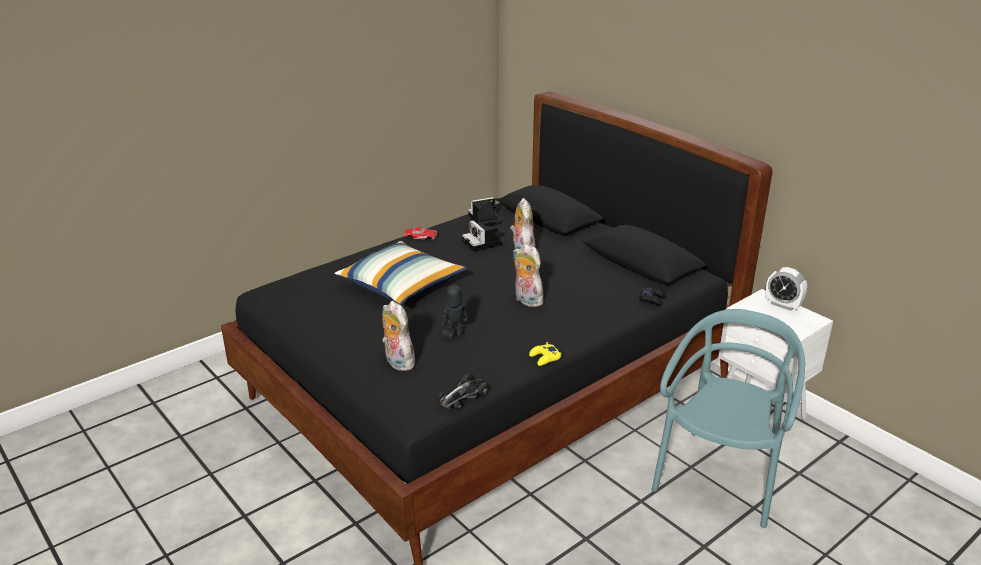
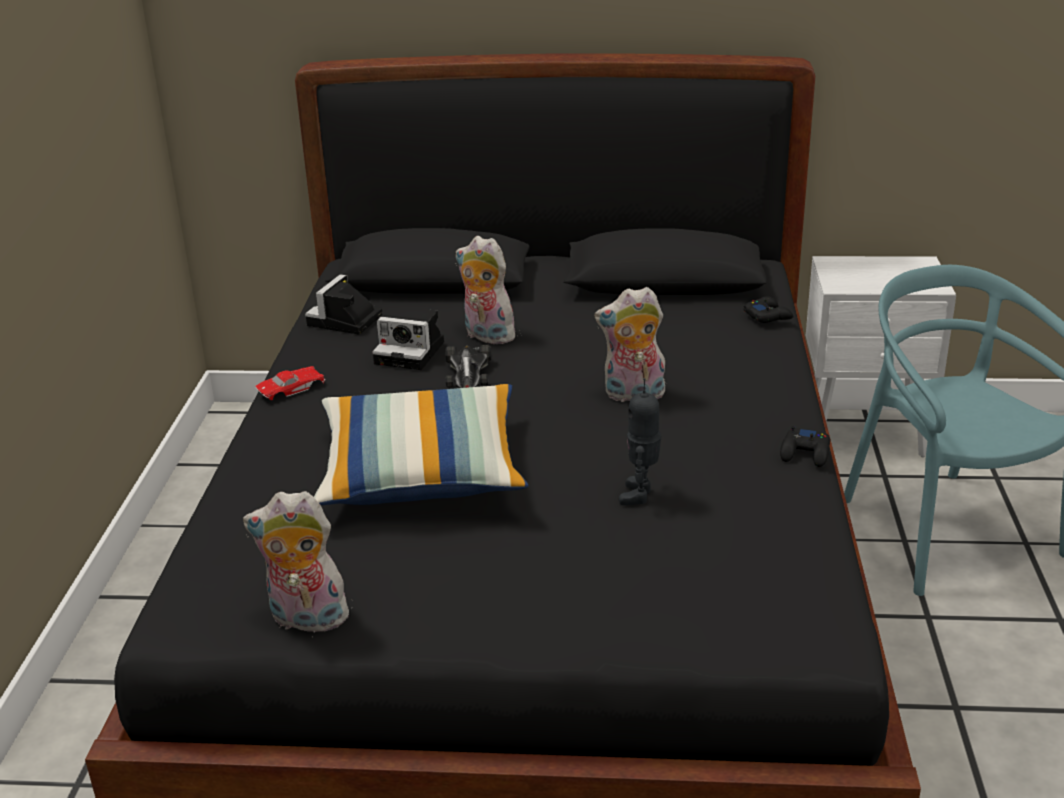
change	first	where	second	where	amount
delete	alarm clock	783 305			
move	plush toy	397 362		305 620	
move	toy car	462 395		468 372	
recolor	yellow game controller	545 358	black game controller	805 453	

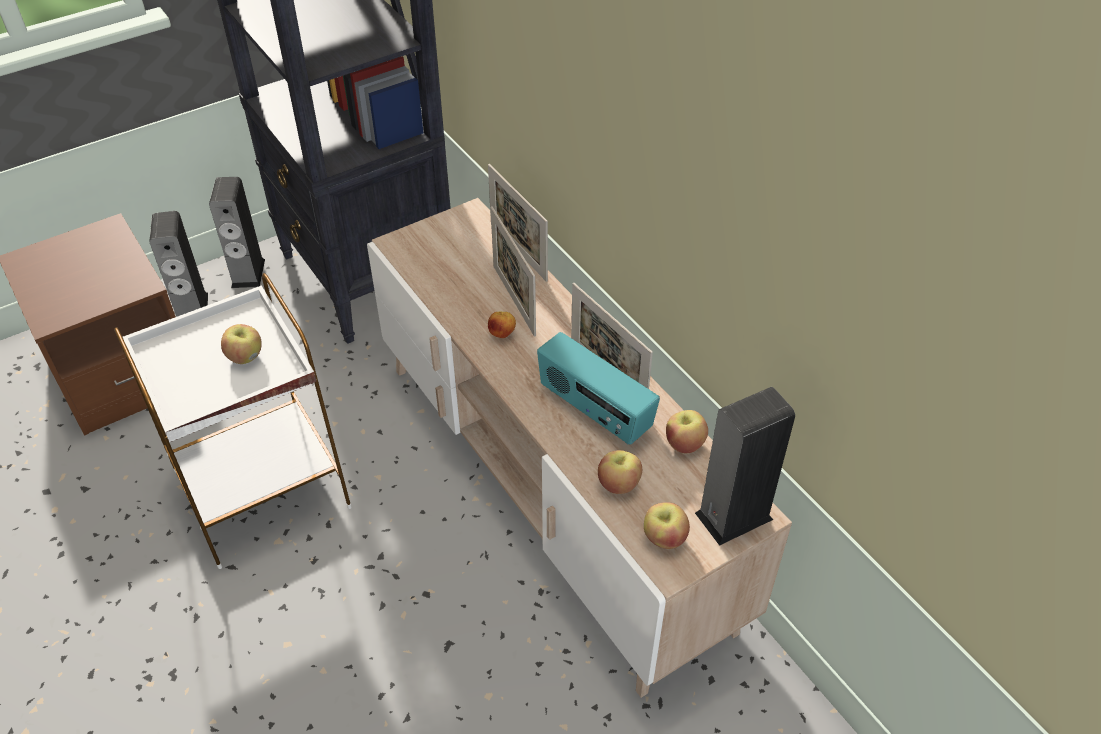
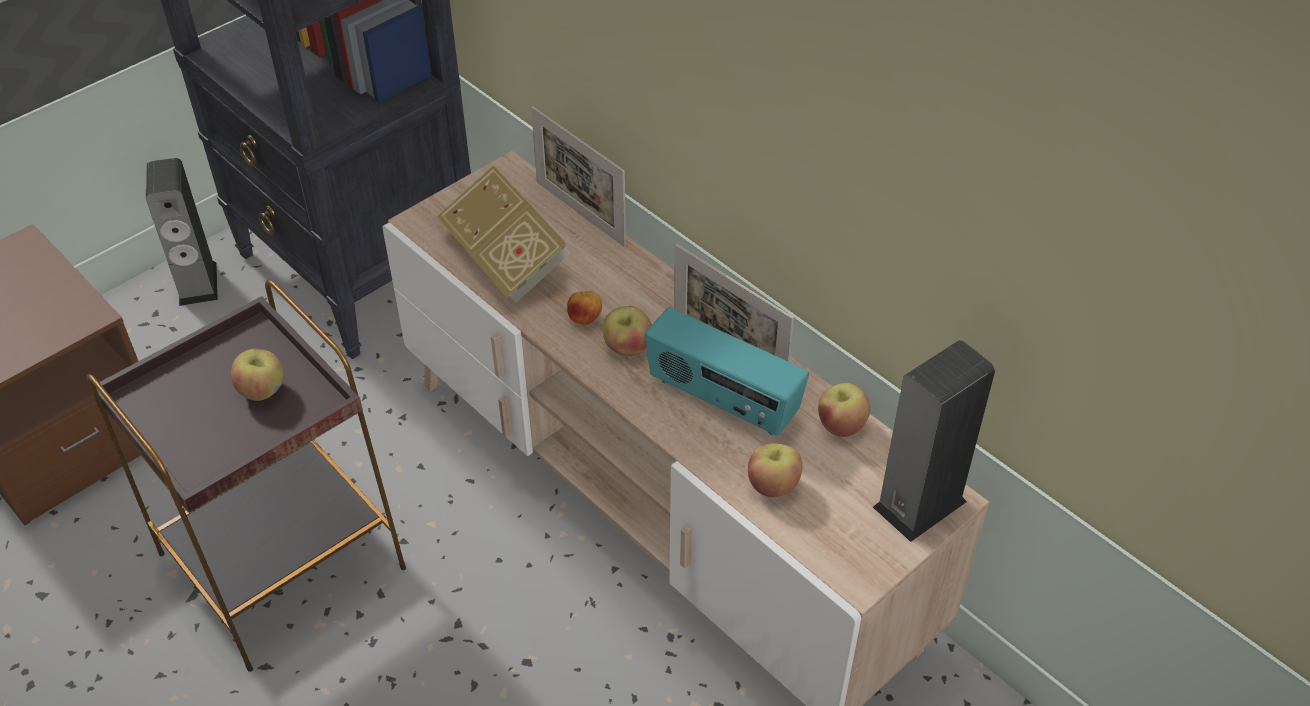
change	first	where	second	where	amount
delete	speaker	192 309			
delete	picture frame	514 300			
insert			book	507 259	
move	apple	664 538		627 347	
recolor	white side table	263 488	brown side table	284 560	

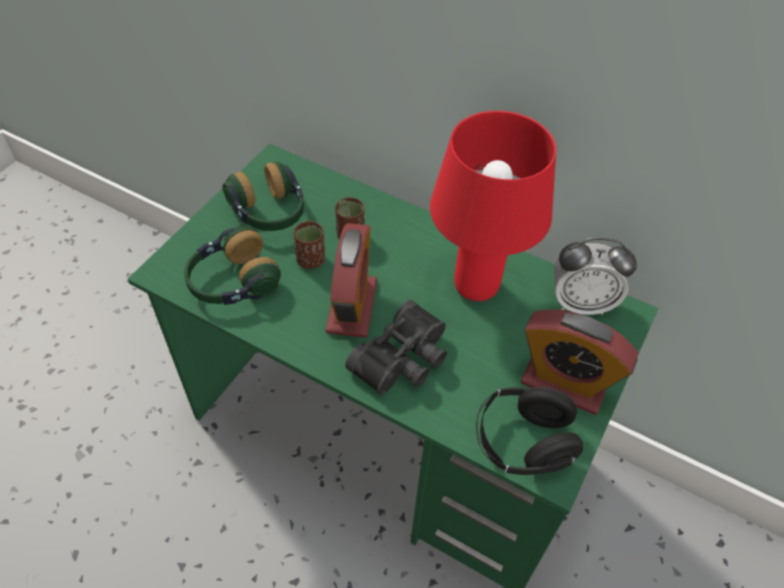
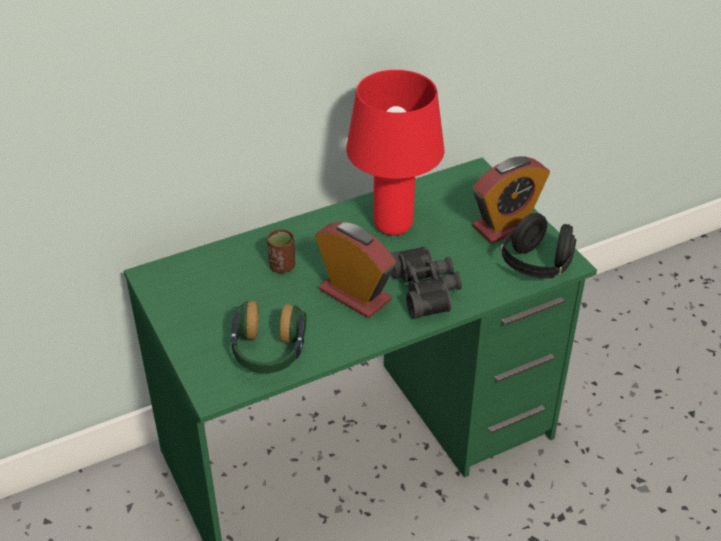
change	first	where	second	where	amount
delete	headphones	269 212			
delete	brown cup	311 260			
delete	alarm clock	580 303			

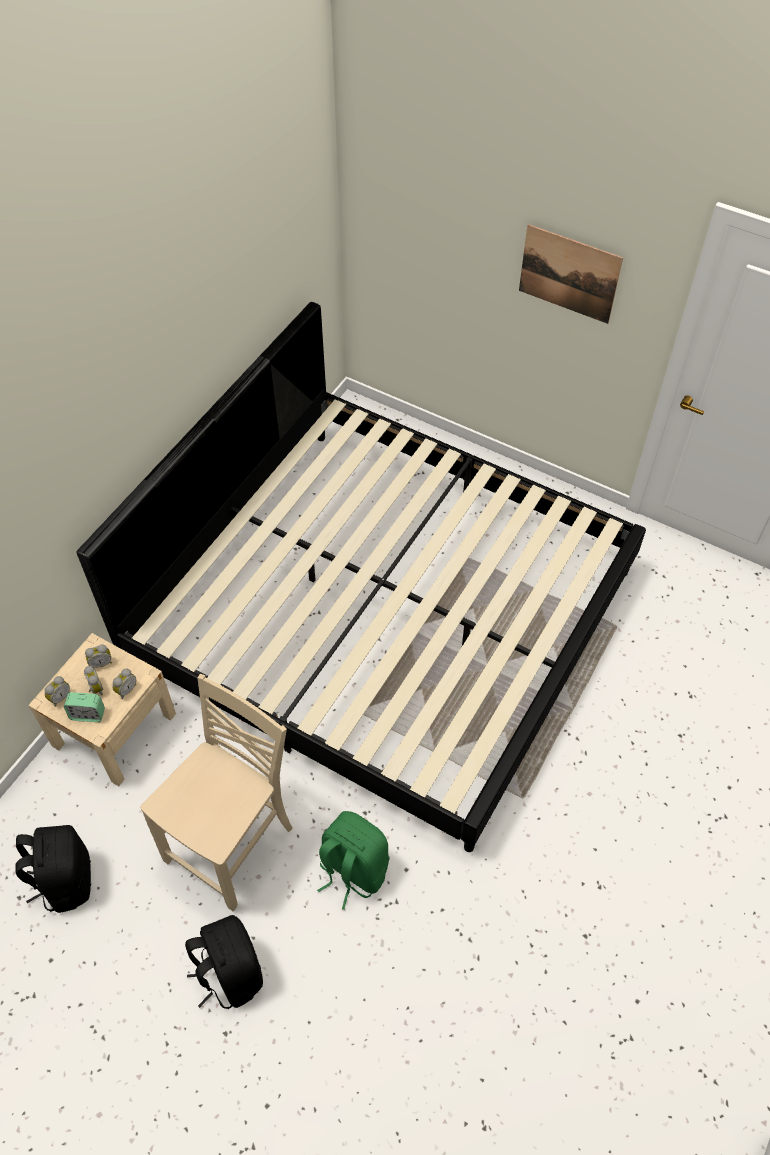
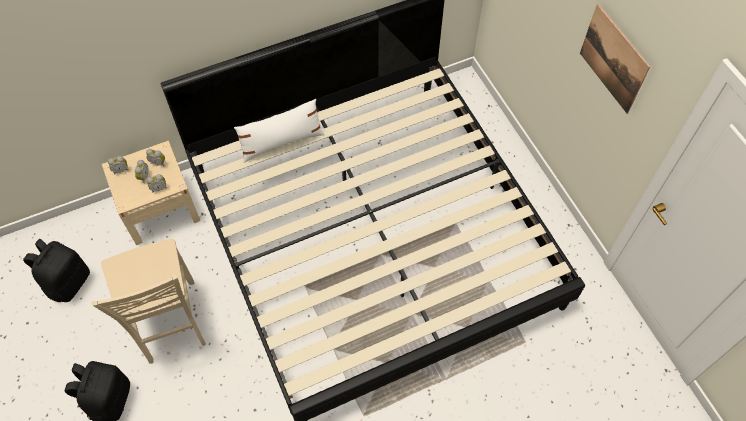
change	first	where	second	where	amount
delete	alarm clock	88 714			
delete	green backpack	352 870			
insert			white pillow	281 142	
rotate	beige chair	233 844		170 323	90 degrees clockwise

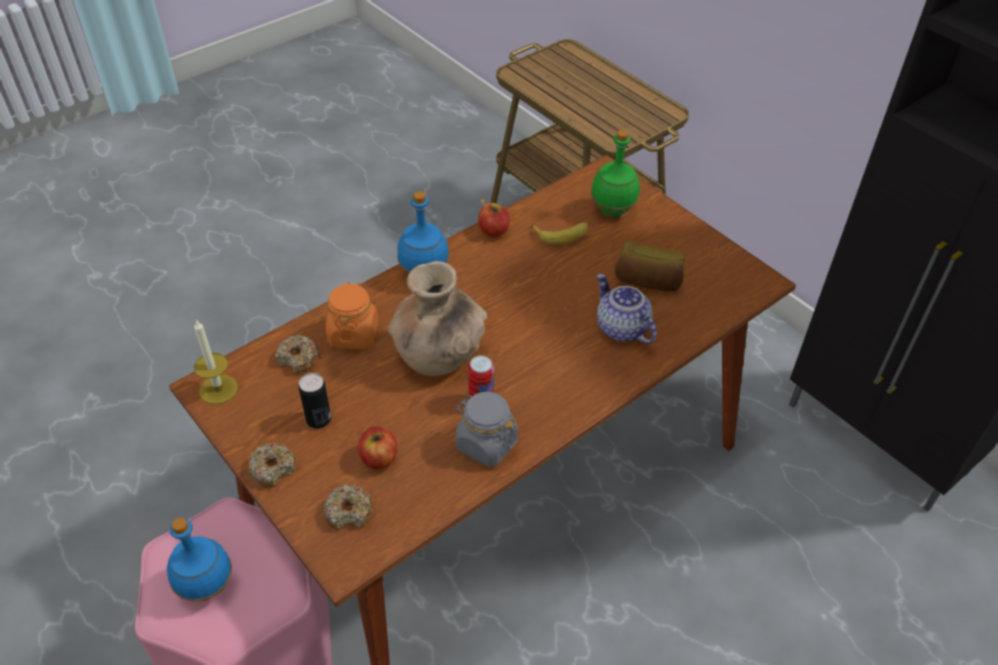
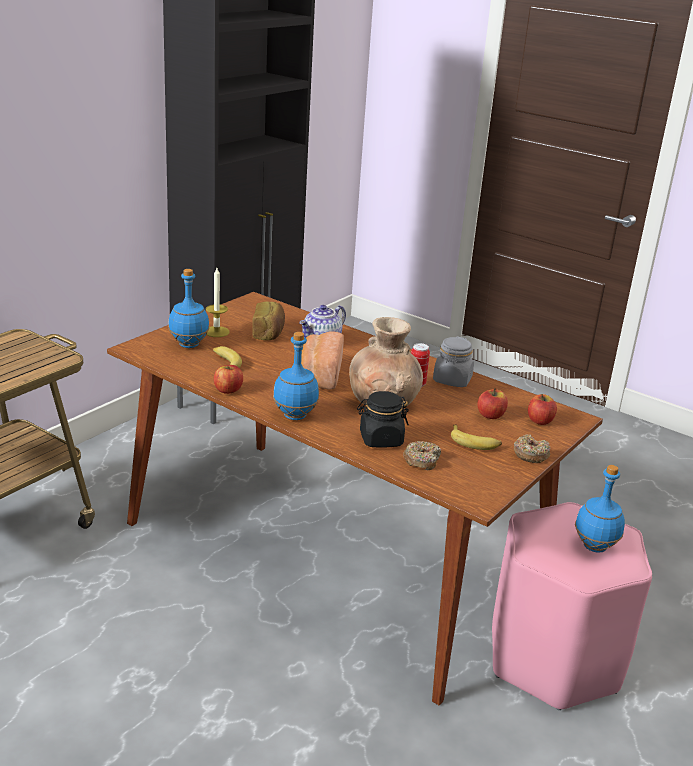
change	first	where	second	where	amount
insert			bread	318 375	
move	candle	218 389		216 332	
replace	can	318 419	banana	474 442	
replace	donut	349 512	apple	540 421	
recolor	orange jar	353 334	black jar	380 439	
recolor	green bottle	612 211	blue bottle	188 345	

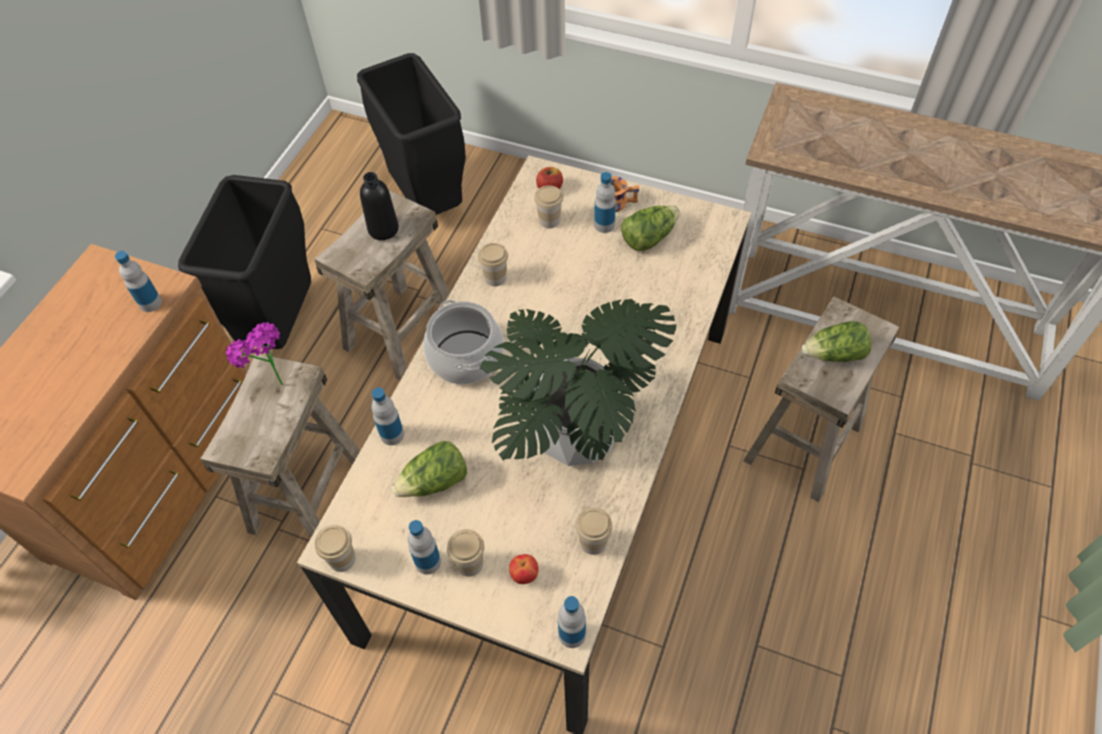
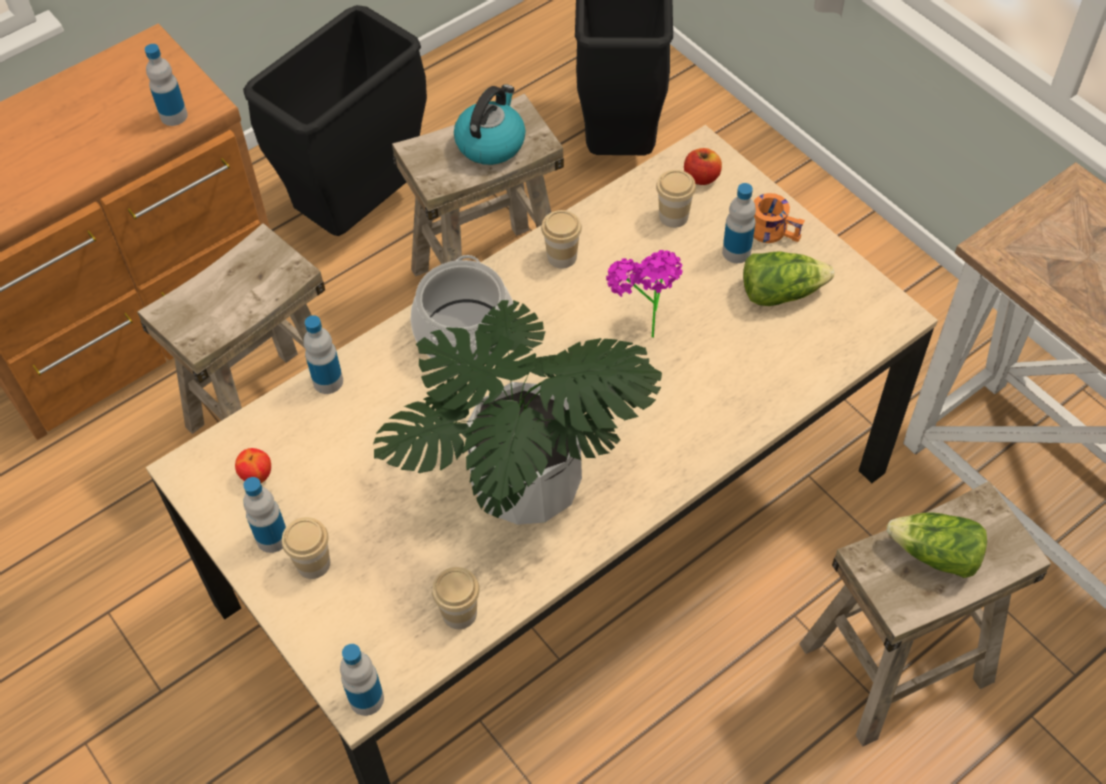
change	first	where	second	where	amount
delete	cup	342 559			
delete	lettuce	435 482			
move	potted plant	272 380		643 327	
move	apple	524 575		257 476	
replace	black bottle	383 229	kettle	491 143	

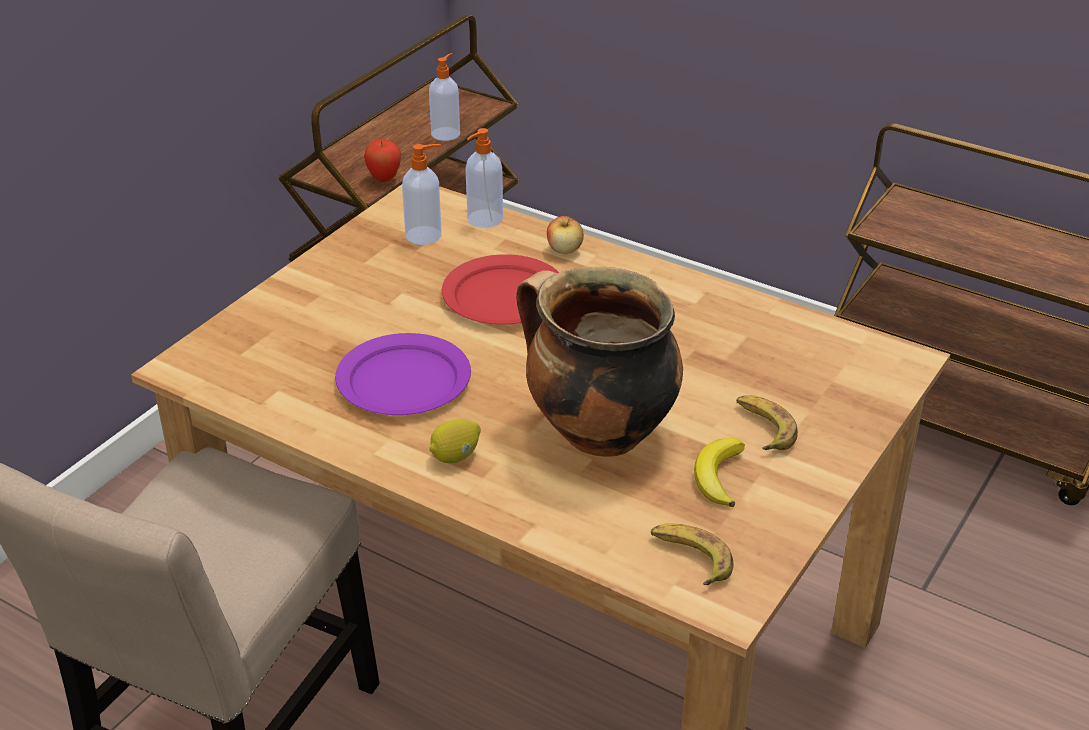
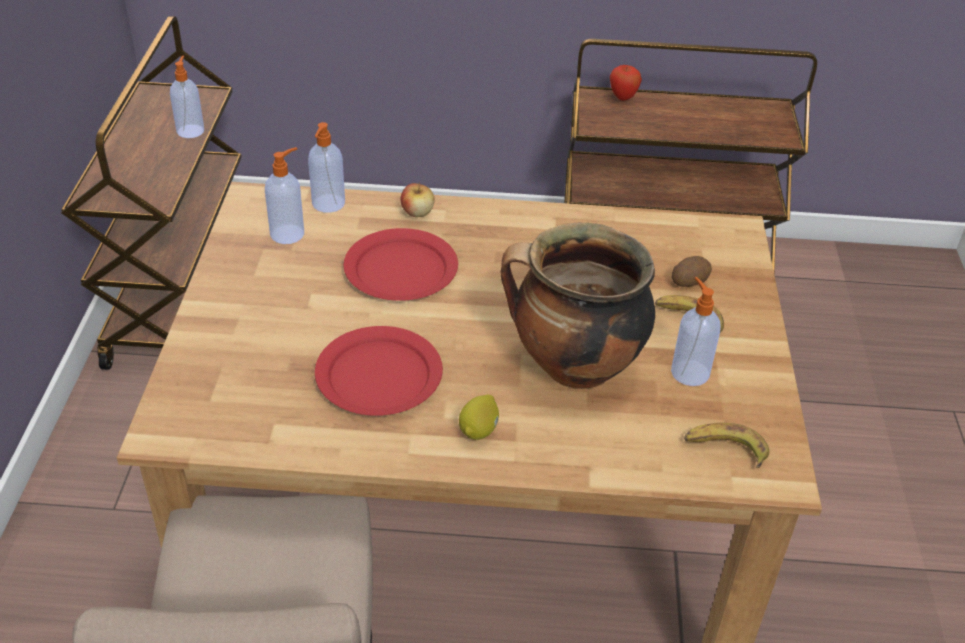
change	first	where	second	where	amount
insert			potato	689 281	
move	apple	384 178		623 97	
replace	banana	718 476	soap dispenser	689 372	
recolor	purple plate	404 379	red plate	379 374	

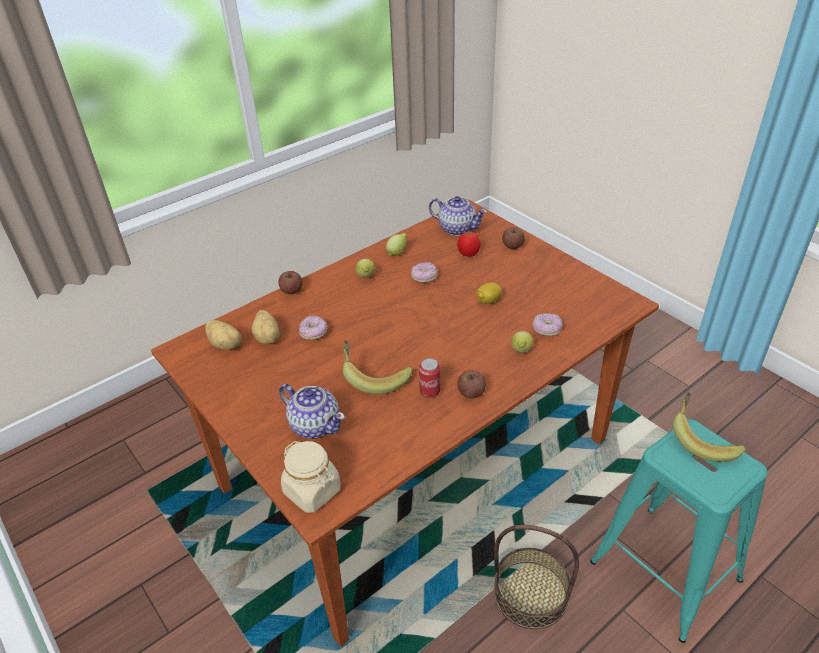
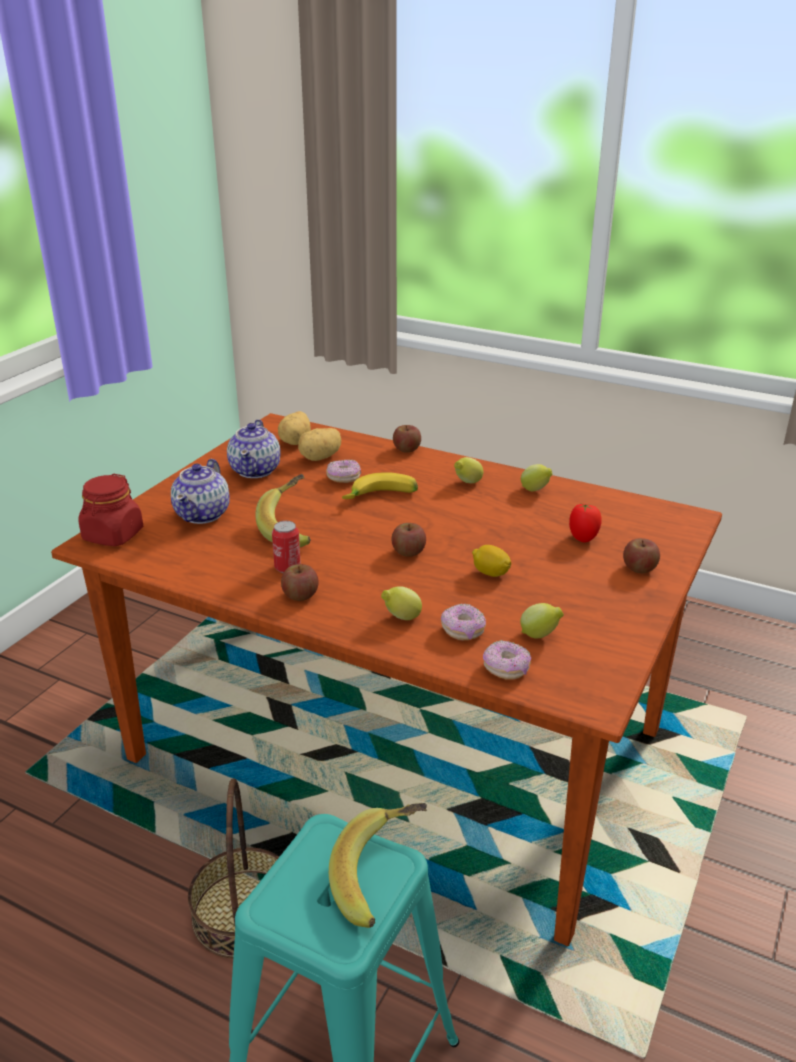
change	first	where	second	where	amount
insert			banana	381 498	
insert			apple	408 552	
insert			lemon	540 635	
move	donut	424 278		506 669	
move	teapot	457 228		256 470	
recolor	beige jar	312 491	red jar	113 535	

